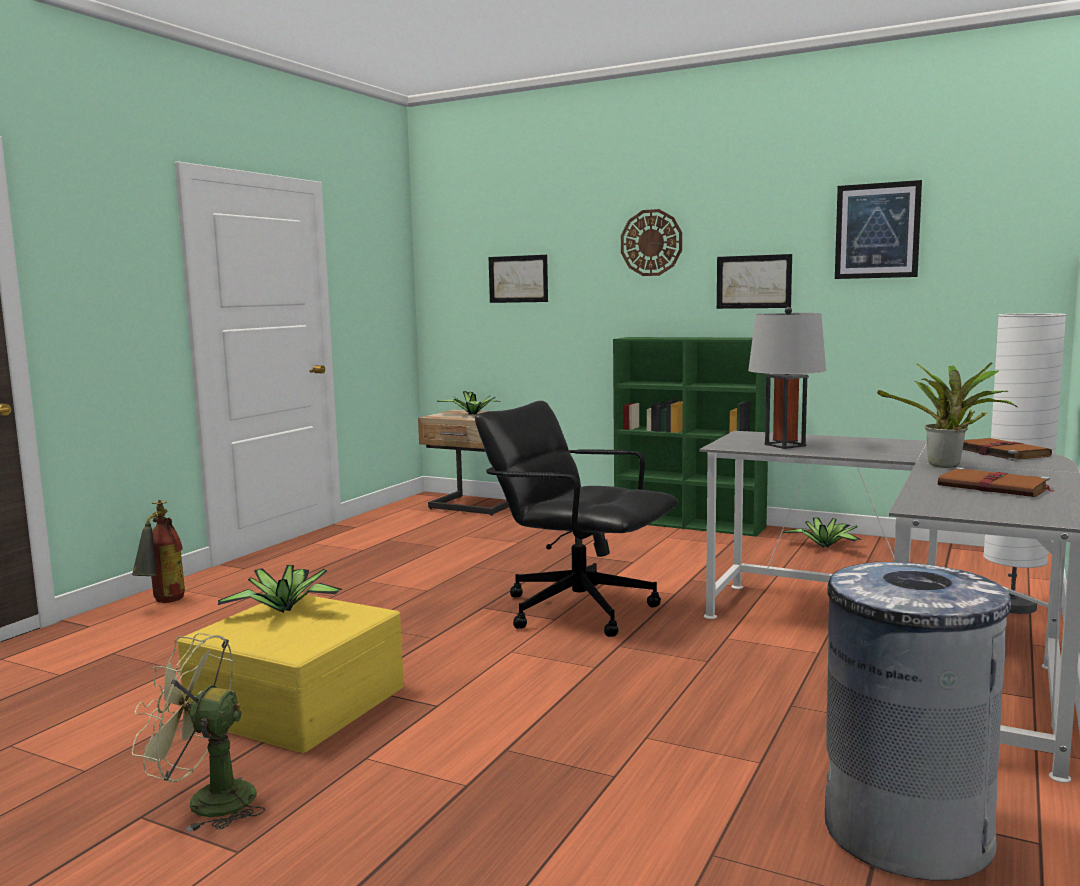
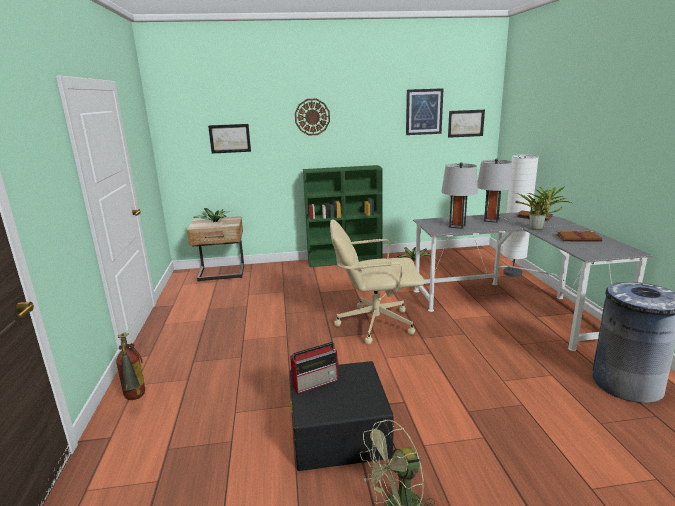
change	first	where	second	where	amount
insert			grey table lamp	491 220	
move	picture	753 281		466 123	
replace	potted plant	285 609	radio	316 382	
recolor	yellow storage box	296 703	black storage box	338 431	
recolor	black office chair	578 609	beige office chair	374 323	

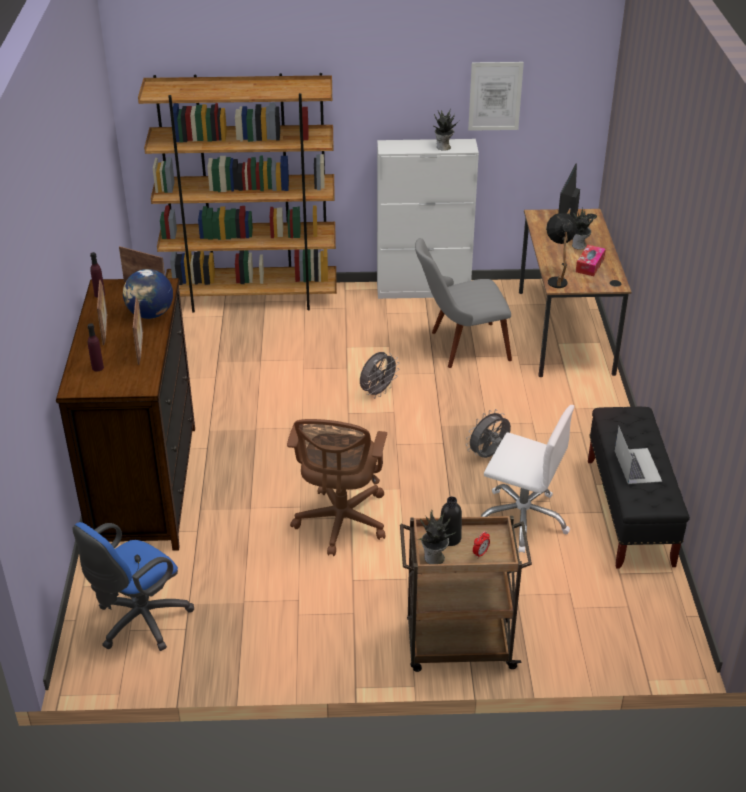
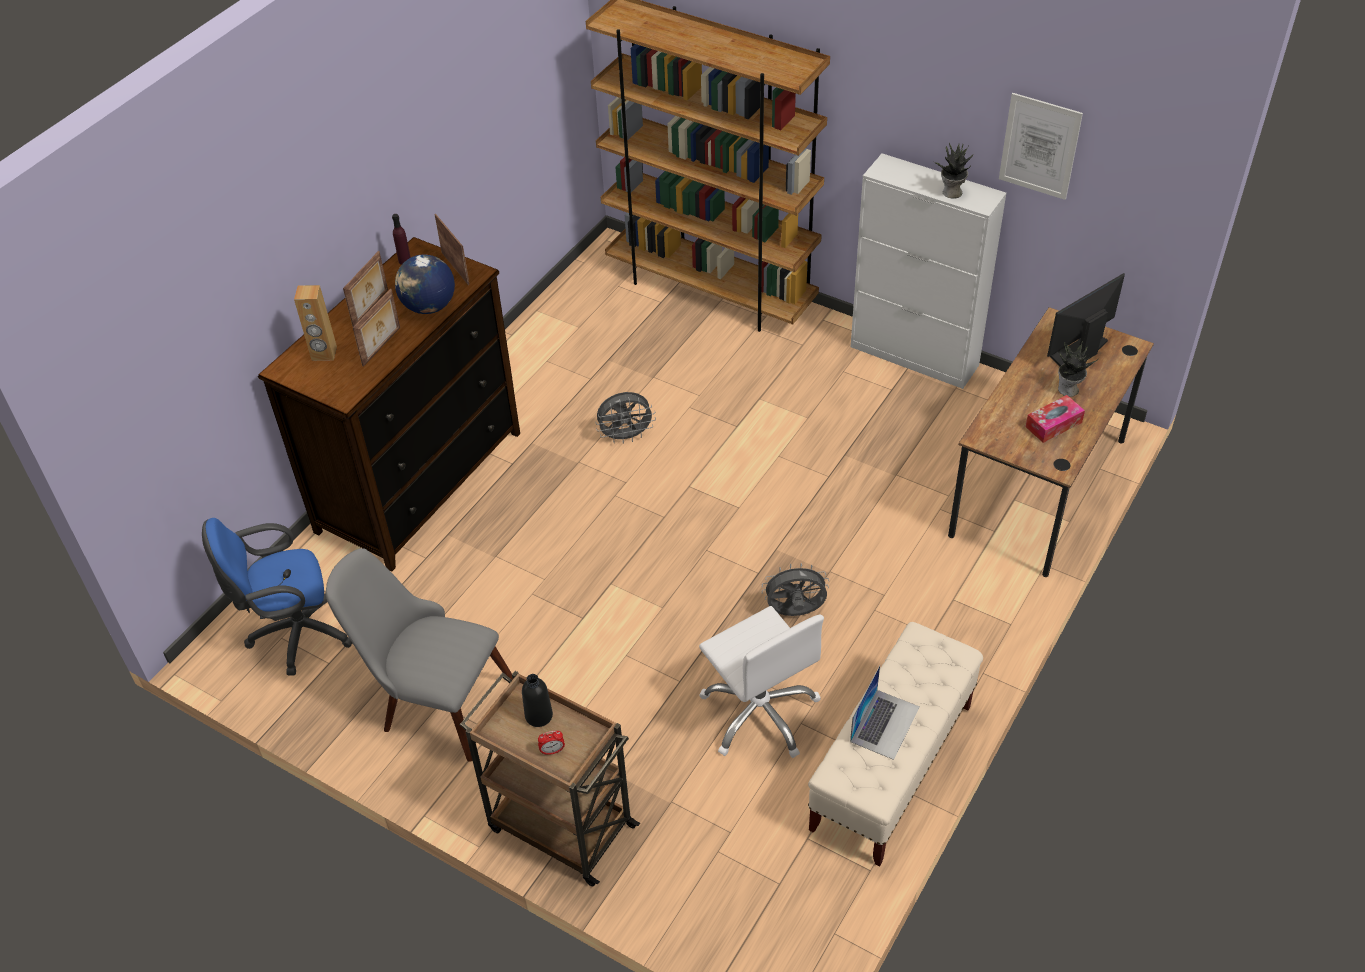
change	first	where	second	where	amount
delete	brown office chair	340 523			
delete	potted plant	434 558			
delete	black table lamp	557 278			
move	grey fan	377 392		626 436	
move	grey chair	459 347		433 701	
replace	purple bottle	97 368	brown speaker	324 353	
recolor	black bench	629 512	beige bench	891 768	

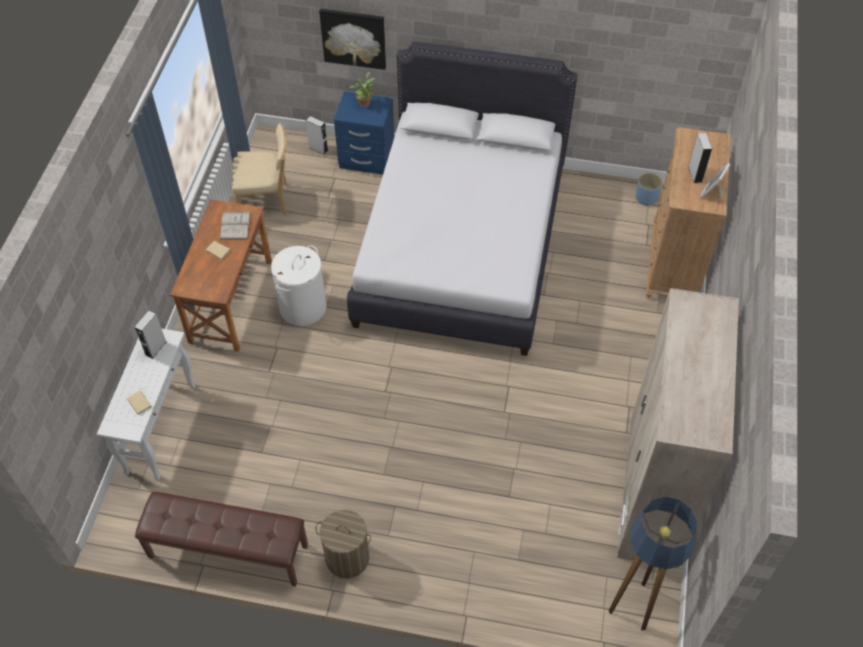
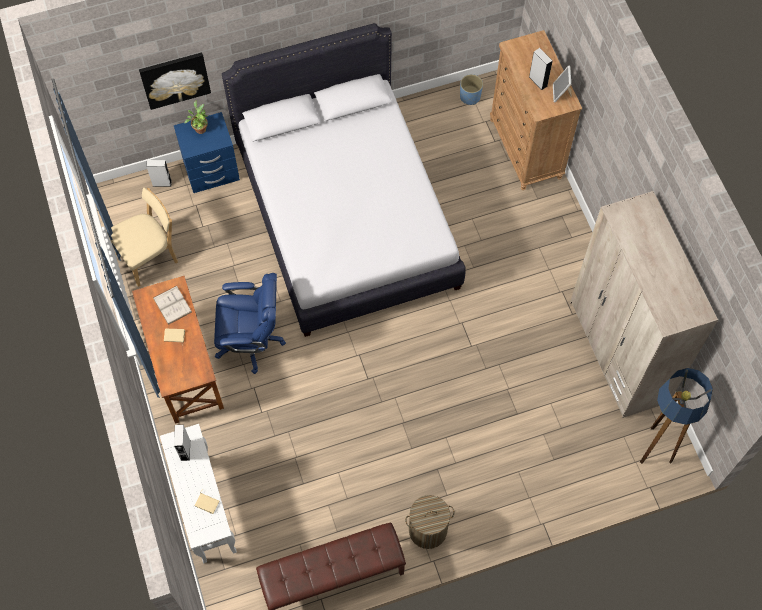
change	first	where	second	where	amount
replace	white laundry basket	303 307	blue office chair	251 340	

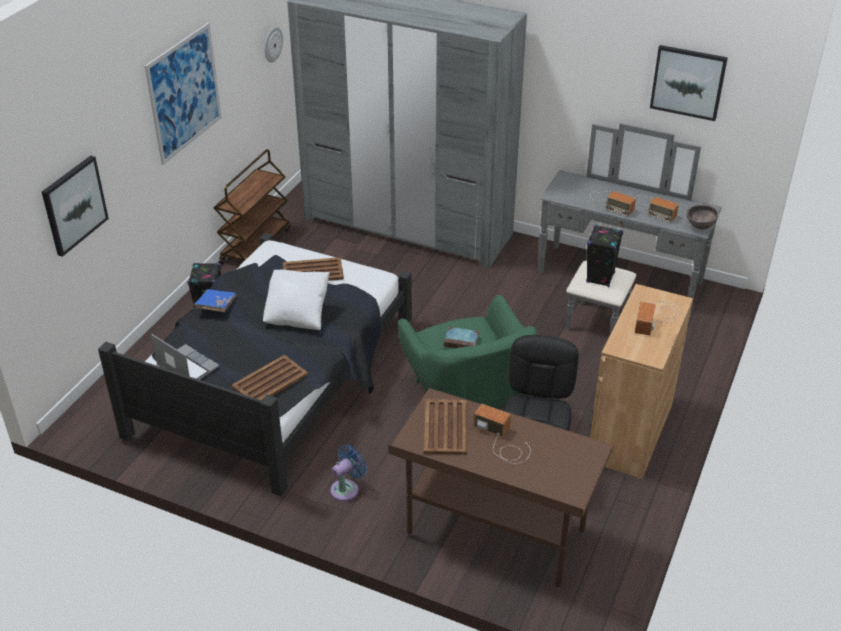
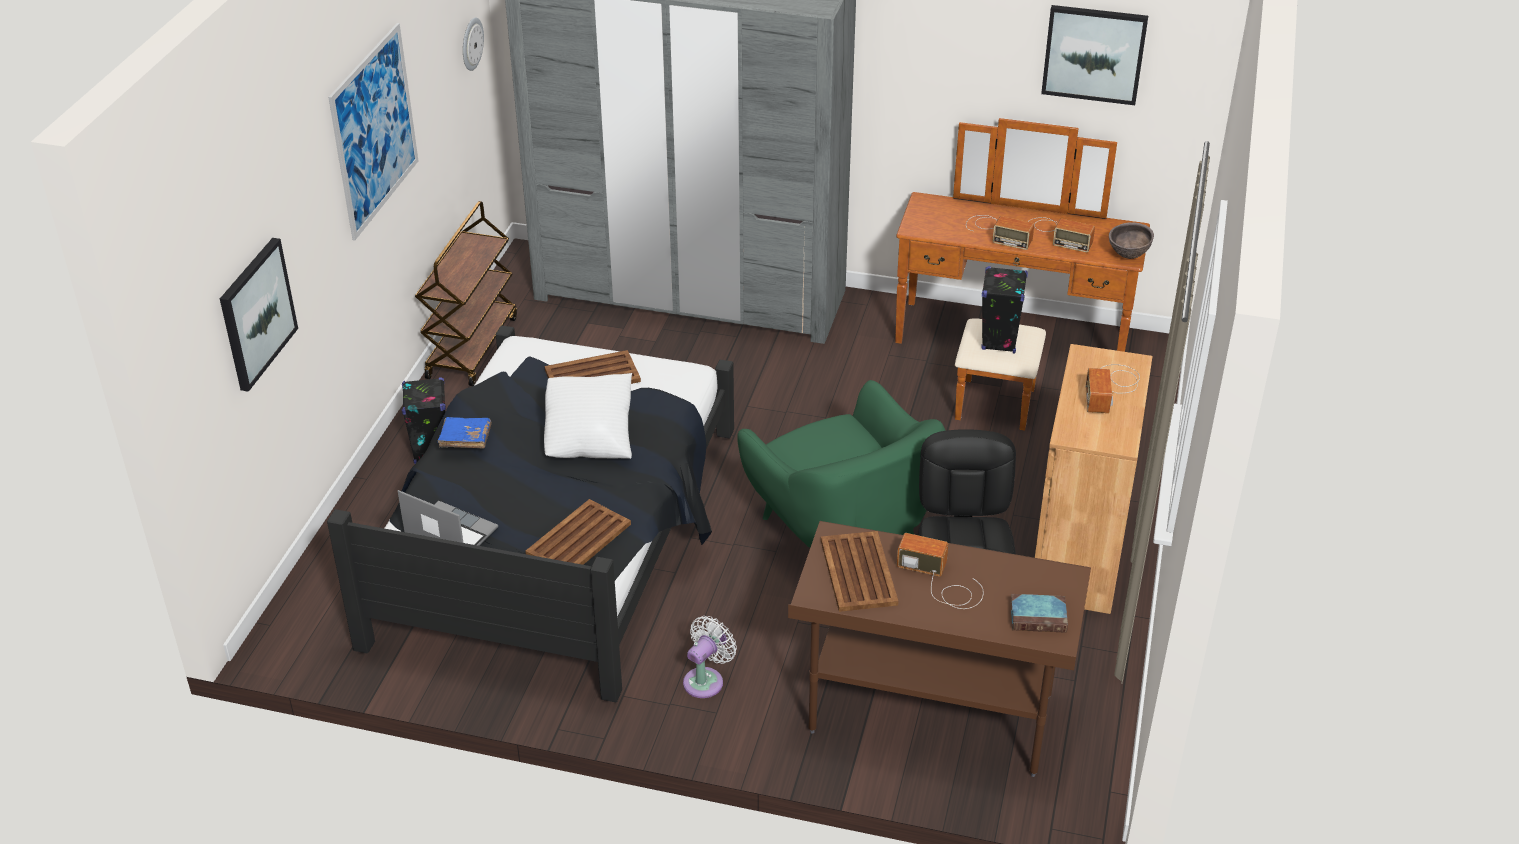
change	first	where	second	where	amount
move	book	462 341		1039 617	
recolor	blue fan	347 488	white fan	706 680	
recolor	grey dresser	615 287	brown dresser	1009 353	

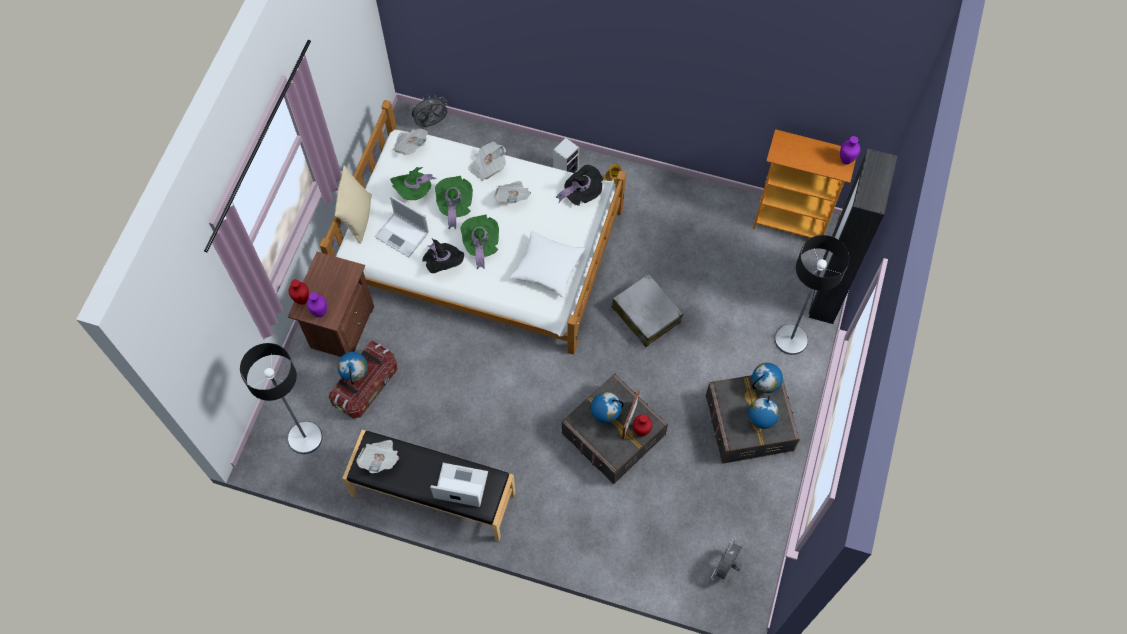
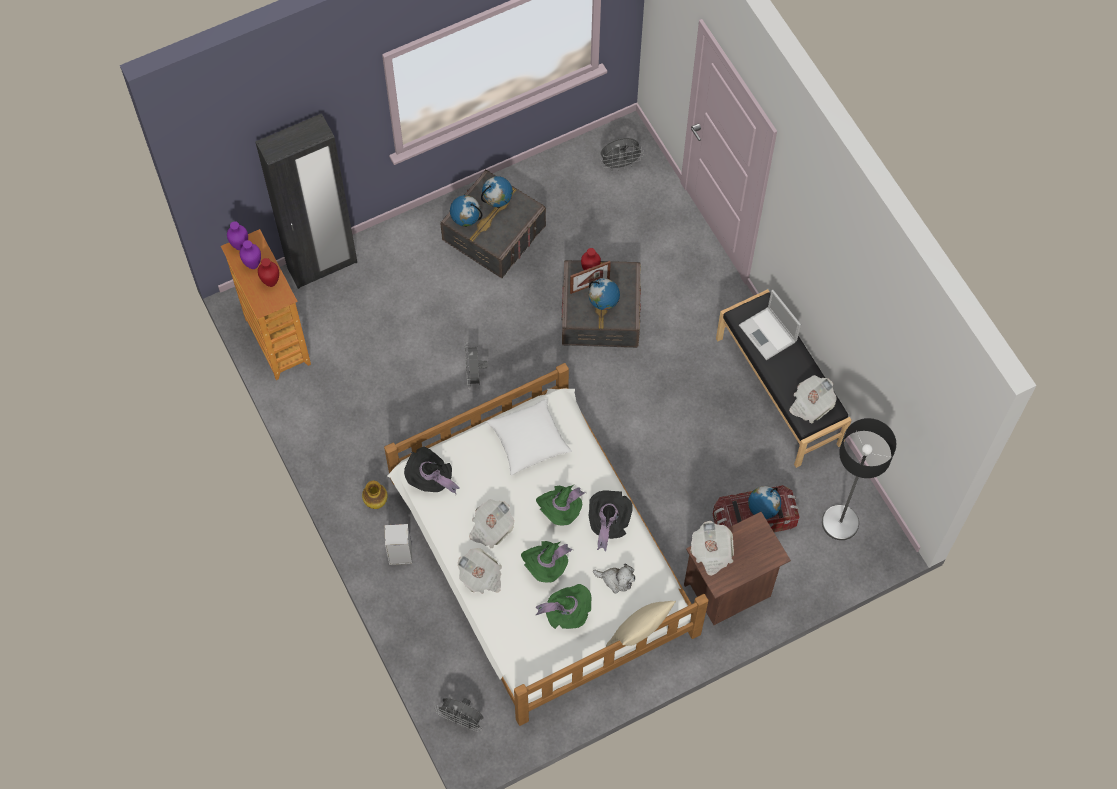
change	first	where	second	where	amount
delete	floor lamp	791 340			
move	red vase	302 300		271 283	
move	purple vase	319 313		254 265	
move	newspaper	411 146		711 553	
replace	laptop	403 235	plush toy	616 580	
replace	grey suitcase	646 315	grey fan	474 375	

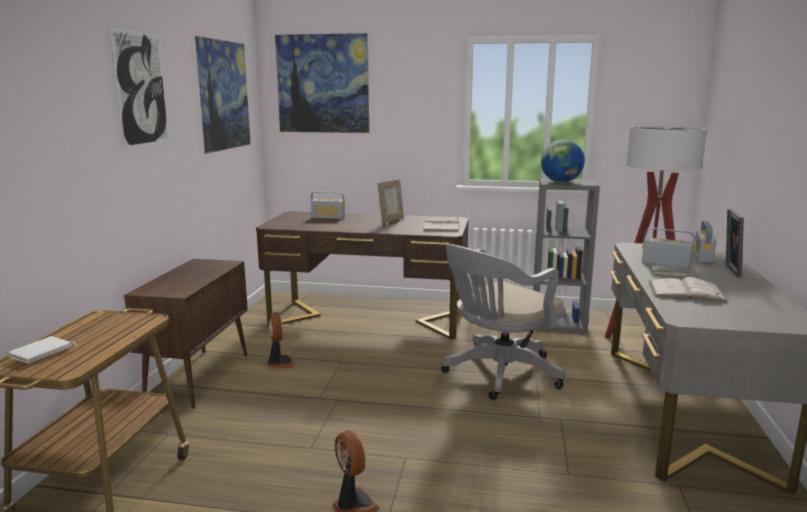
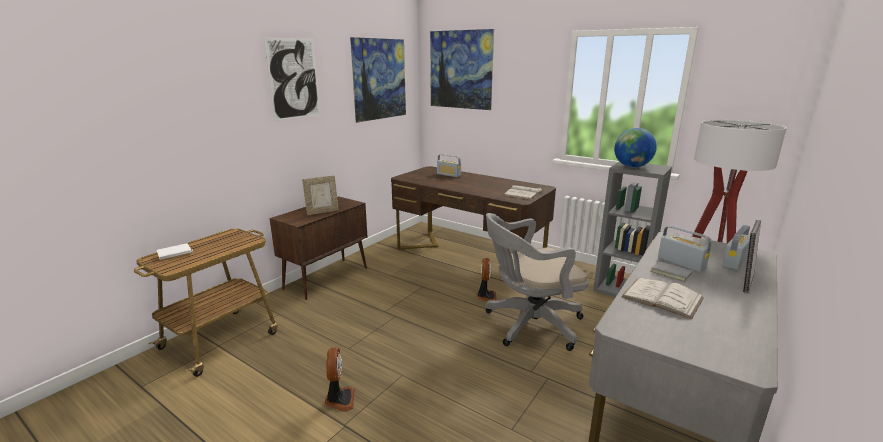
change	first	where	second	where	amount
move	fan	279 363		486 296	
move	picture frame	391 220		322 212	

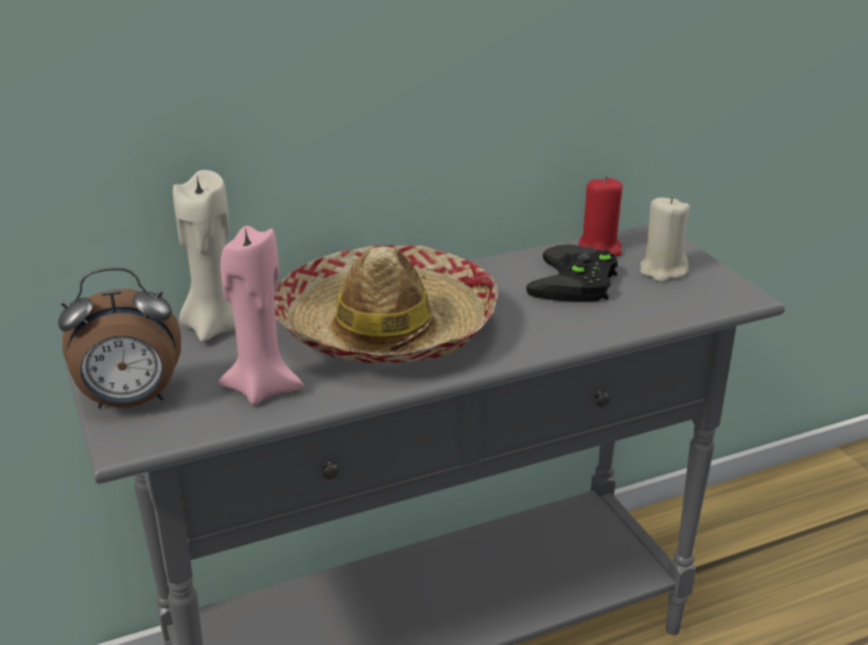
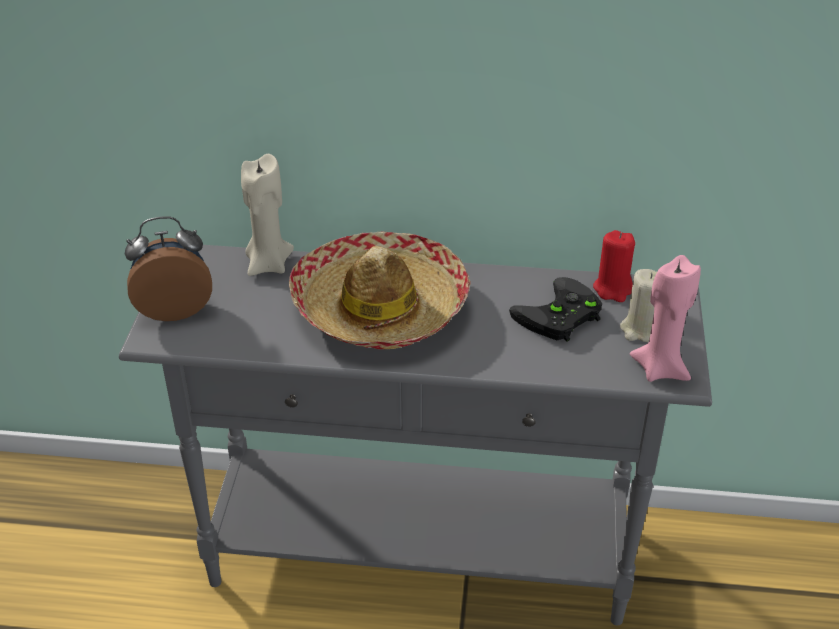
change	first	where	second	where	amount
move	pink candle	262 388		660 368	
rotate	alarm clock	131 401		174 307	150 degrees clockwise

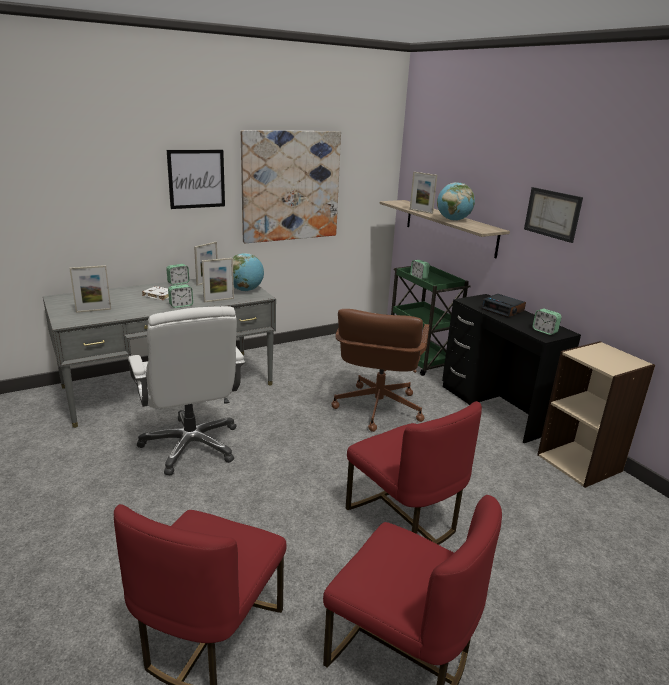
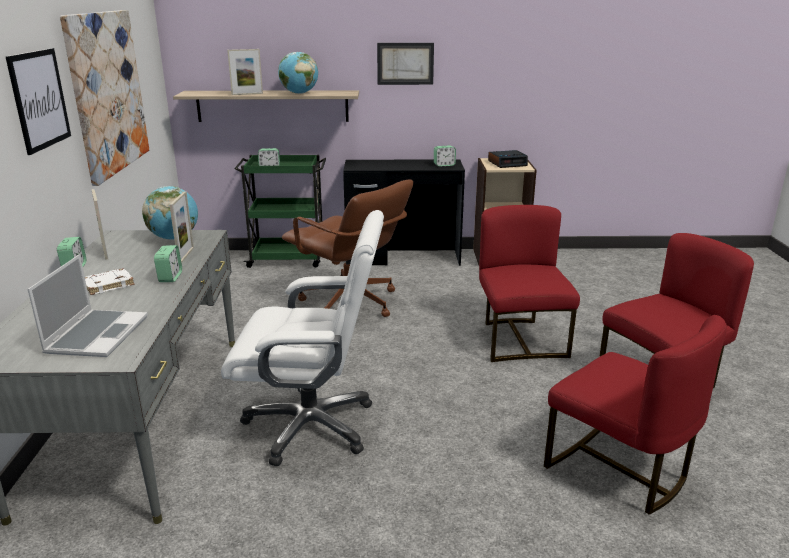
change	first	where	second	where	amount
move	alarm clock	503 310		507 163	
replace	picture frame	93 310	laptop	97 334	
rotate	red chair	404 518		520 340	90 degrees counterclockwise

